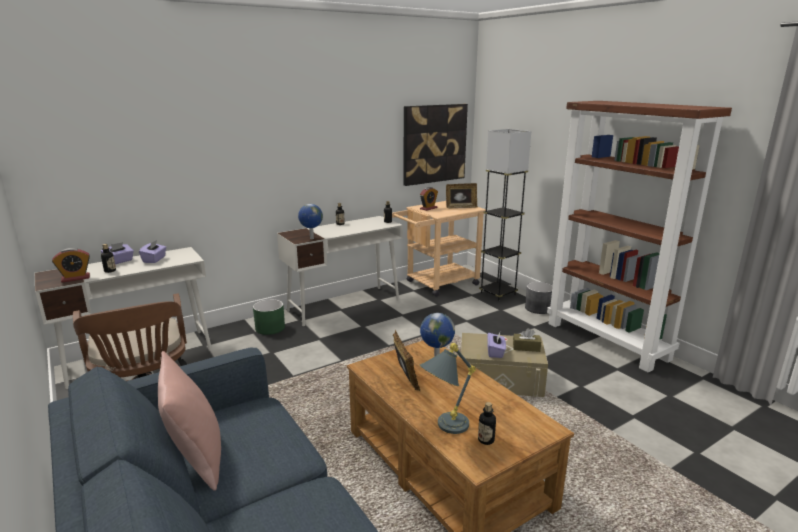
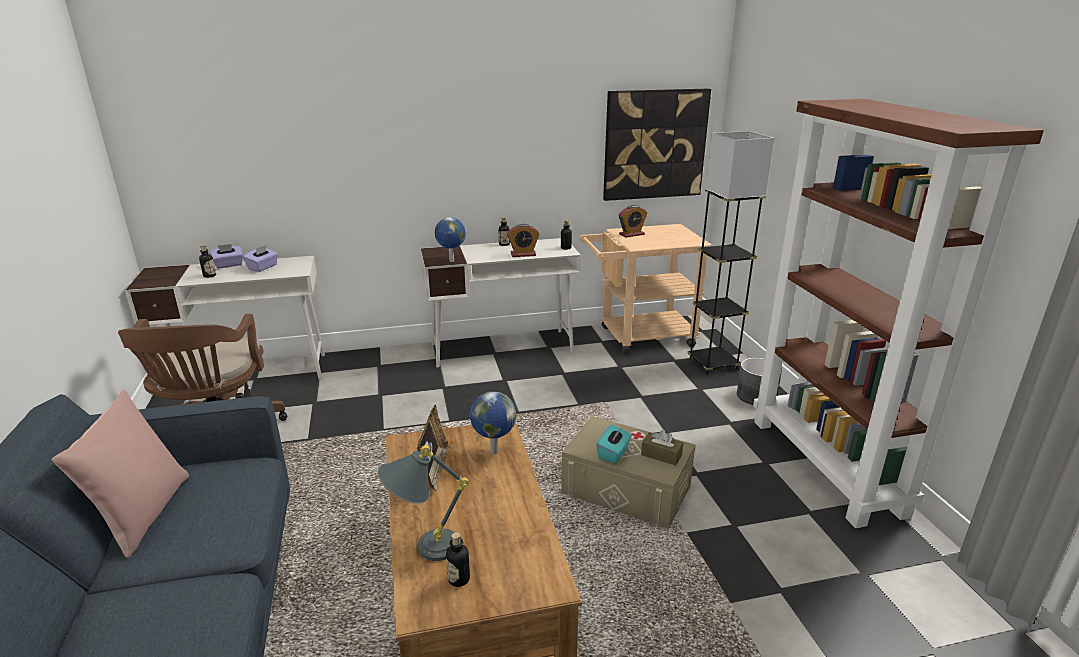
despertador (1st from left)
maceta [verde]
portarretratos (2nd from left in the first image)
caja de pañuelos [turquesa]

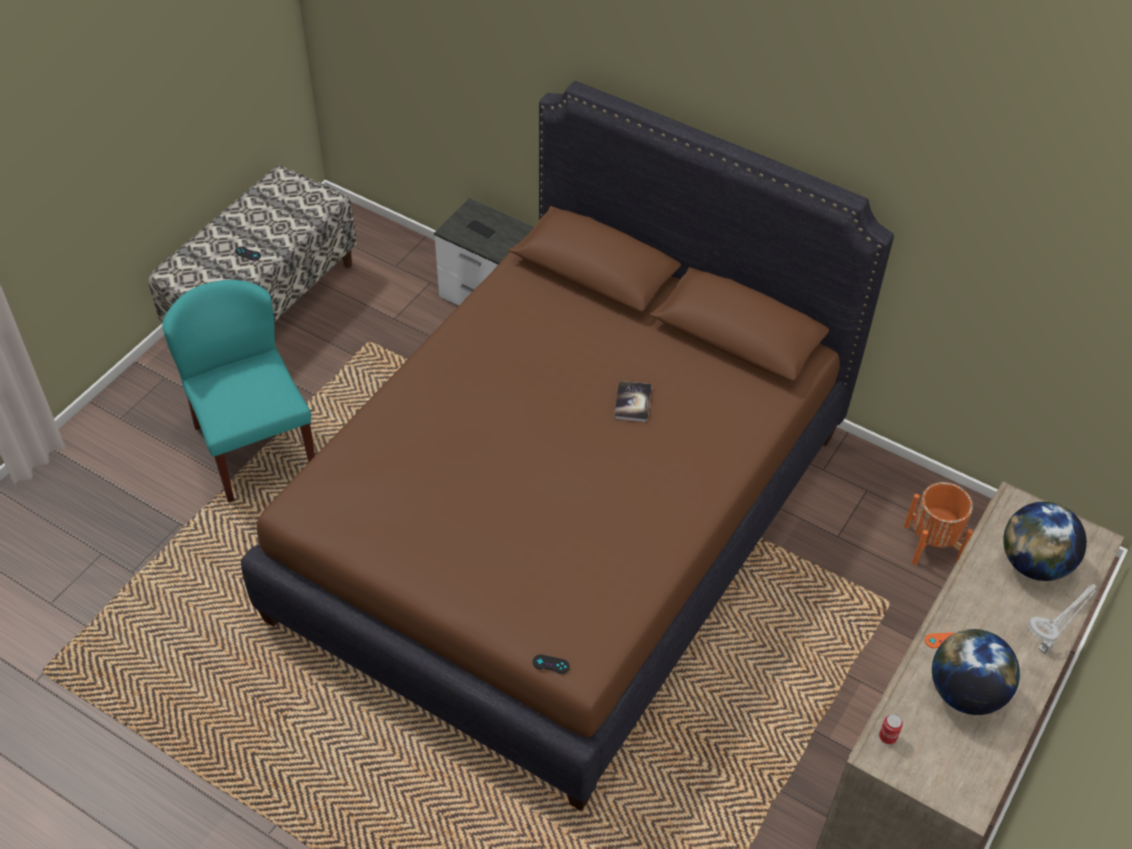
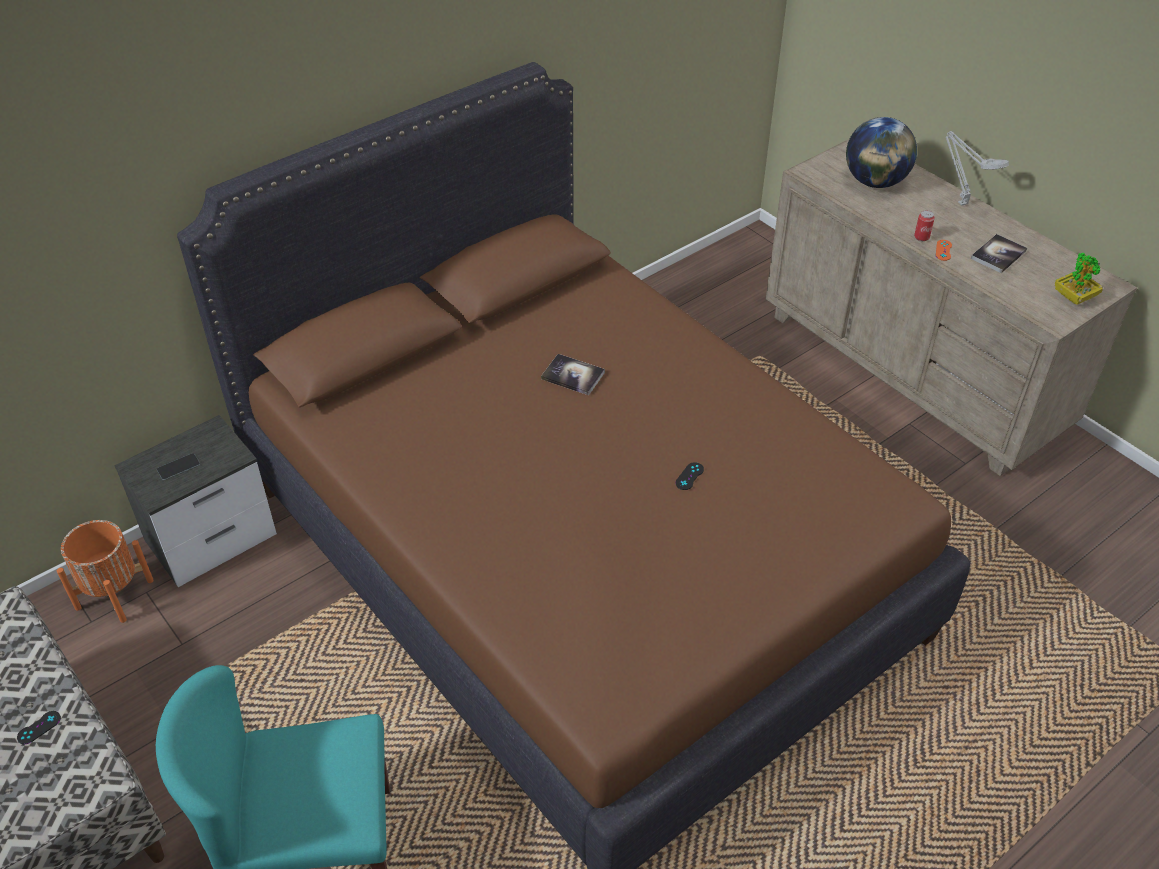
mando de consola [negro] (2nd from left)
lata
maceta [naranja]
libro (2nd from left)
planta en maceta

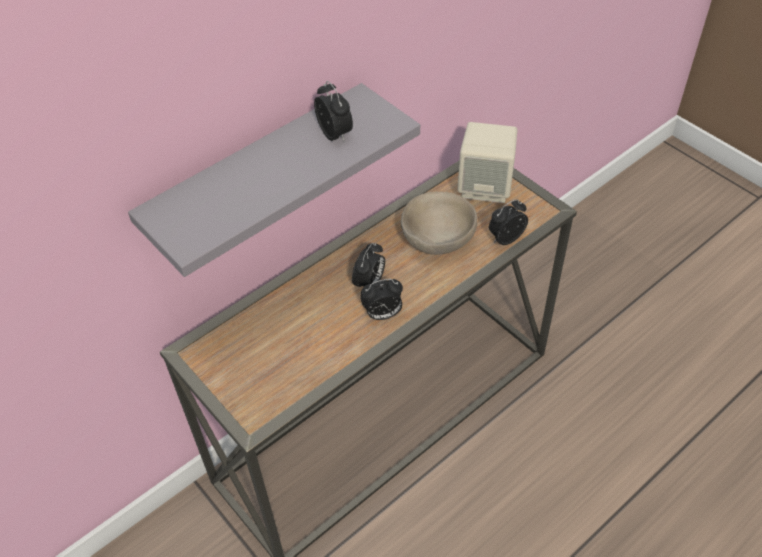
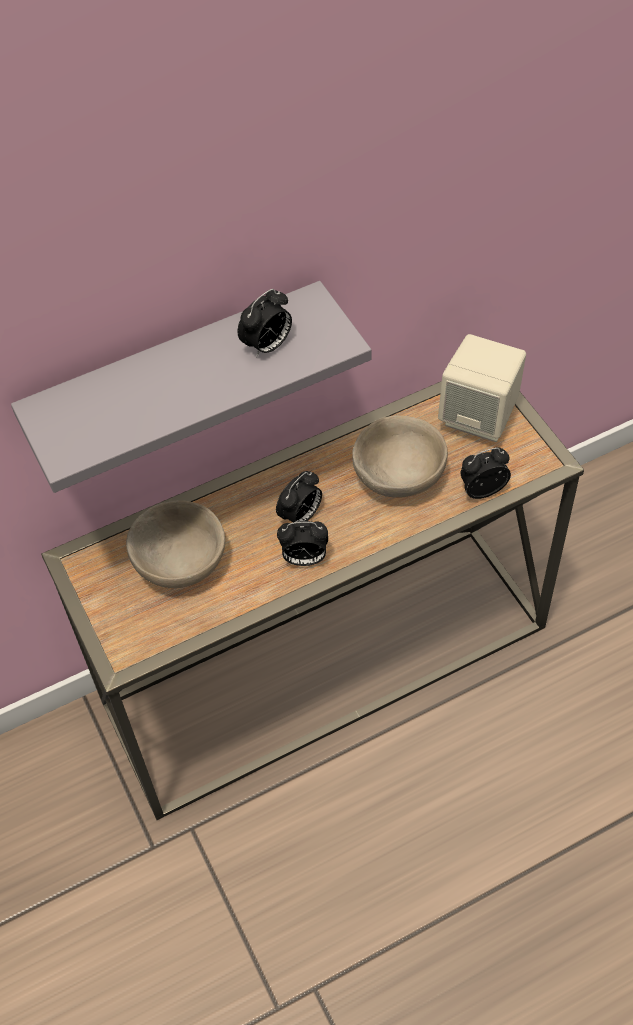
despertador (1st from left)
cuenco [beis] (1st from left)

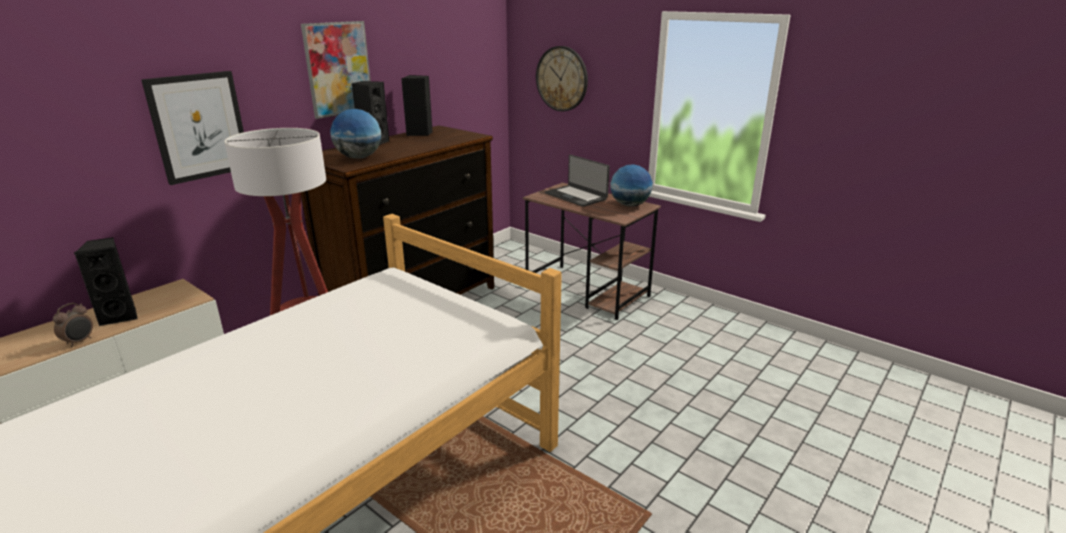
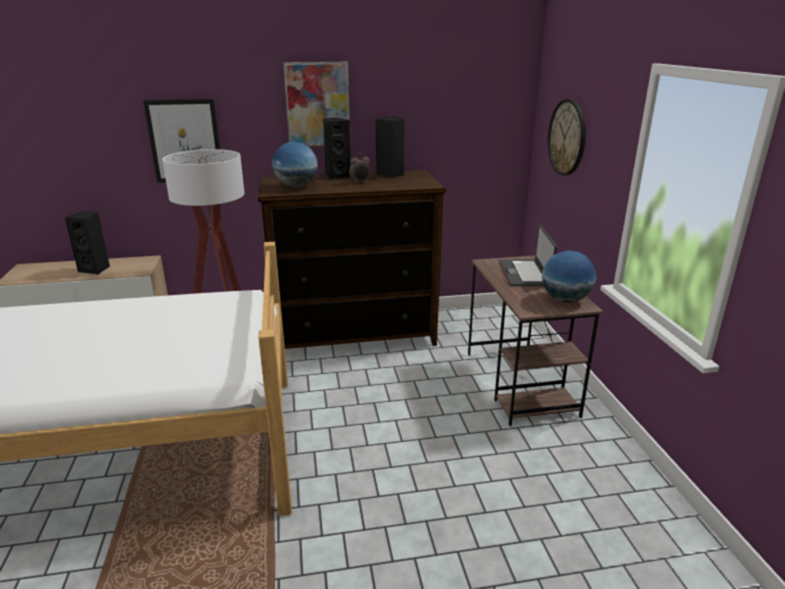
despertador

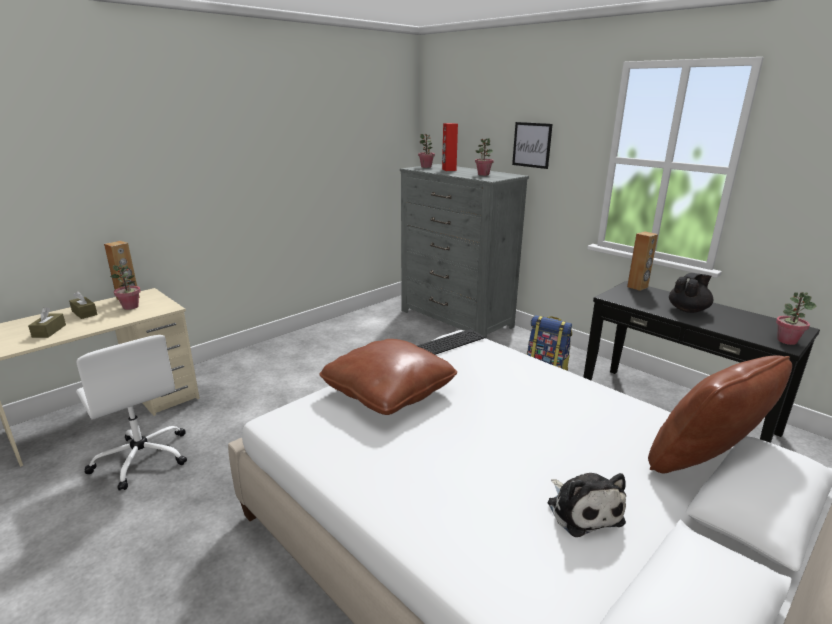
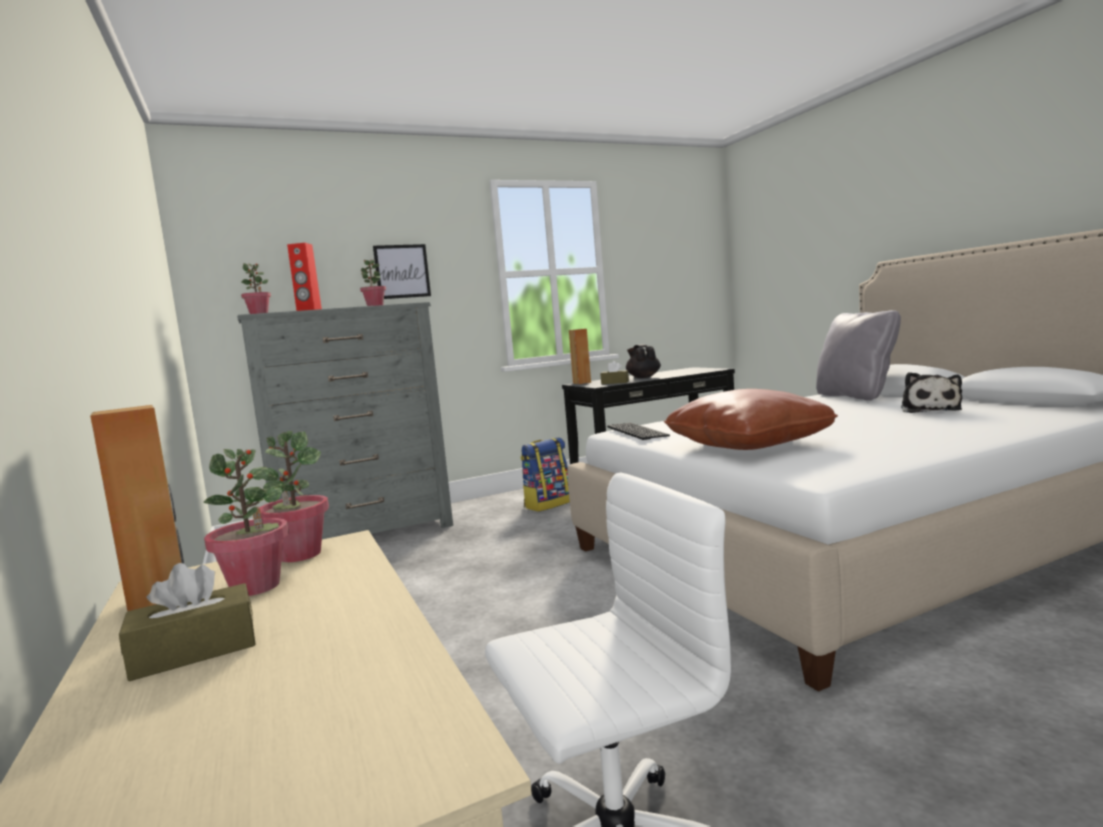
caja de pañuelos [marrón] (2nd from left)
peluche
cojín [gris]
planta en maceta (3rd from left)

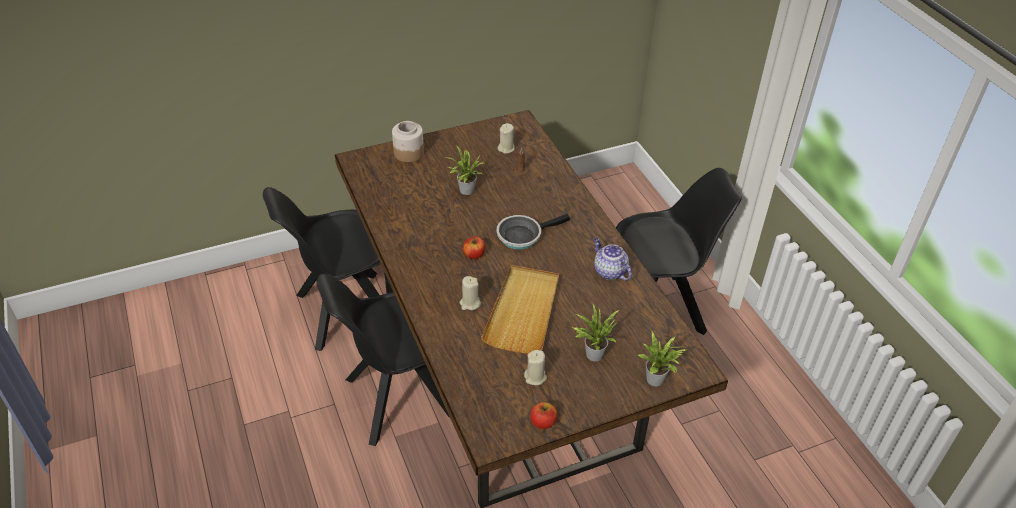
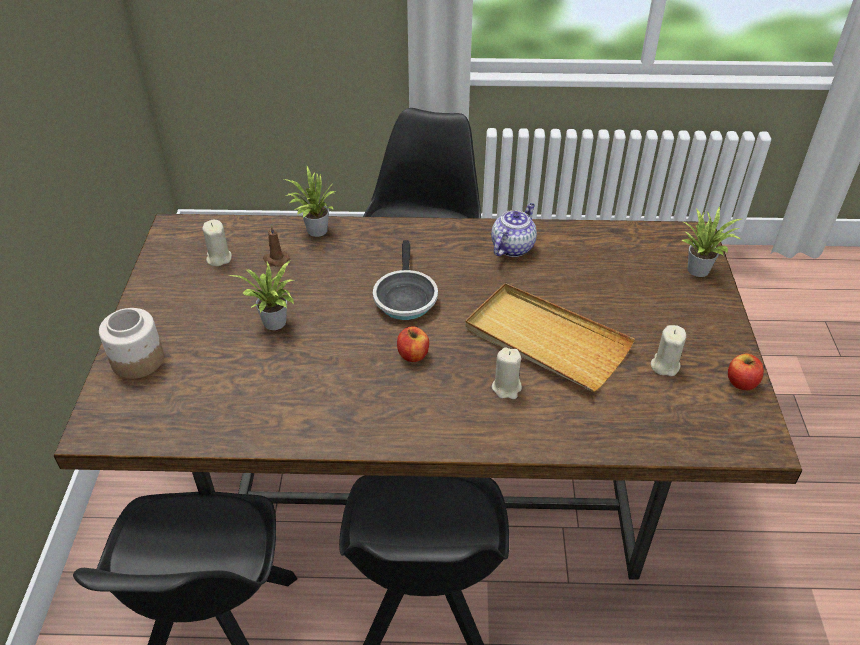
planta en maceta (2nd from left)
tetera

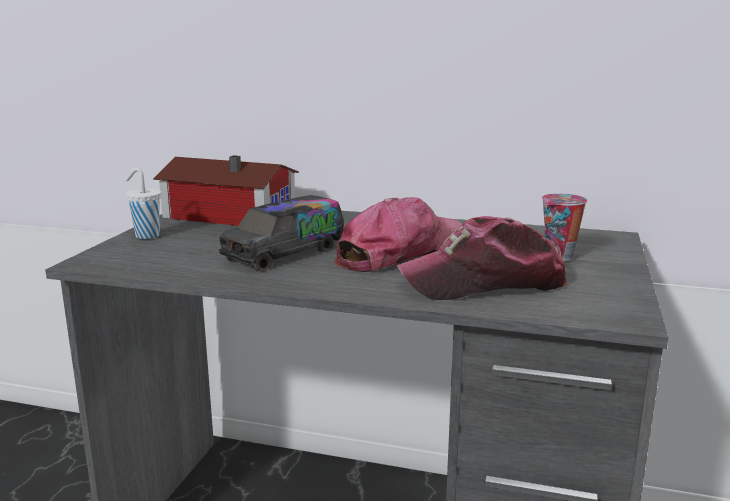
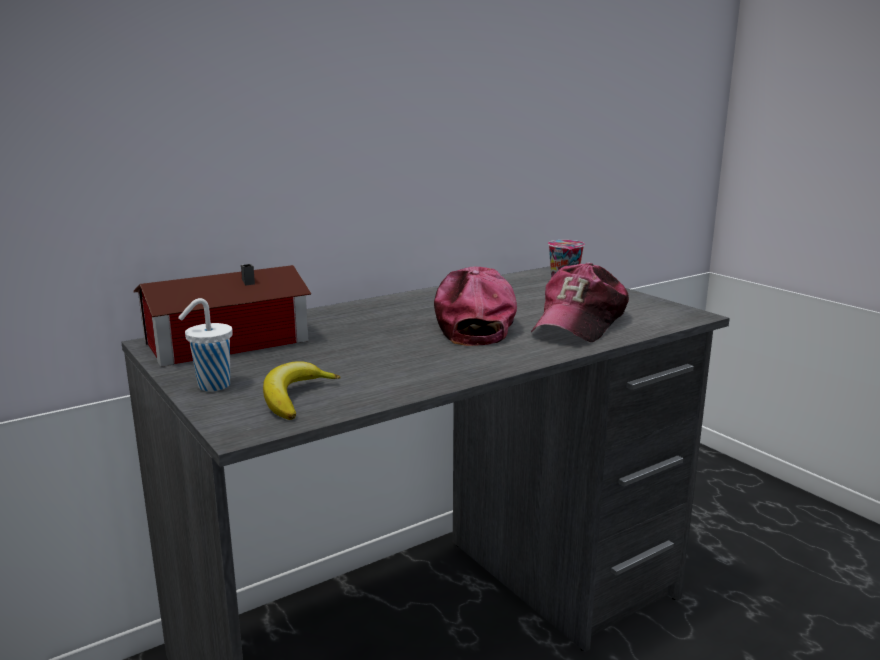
camión de juguete
plátano

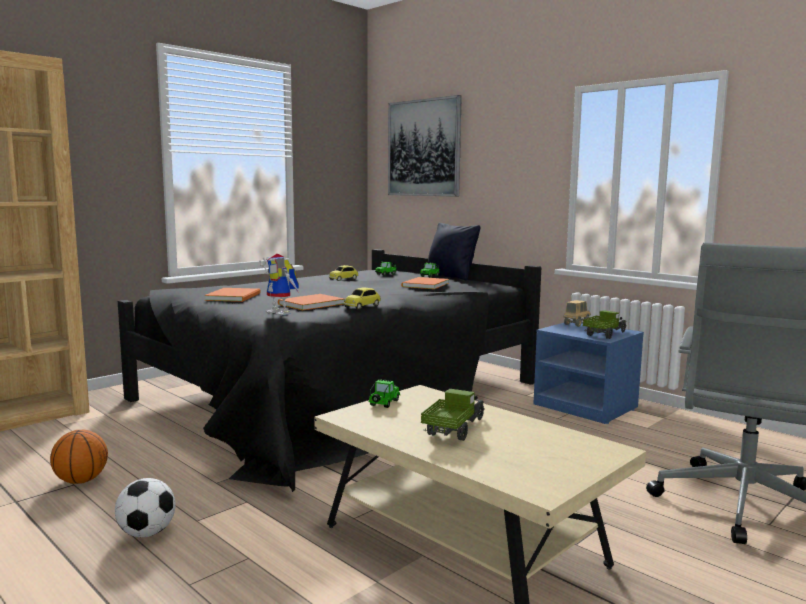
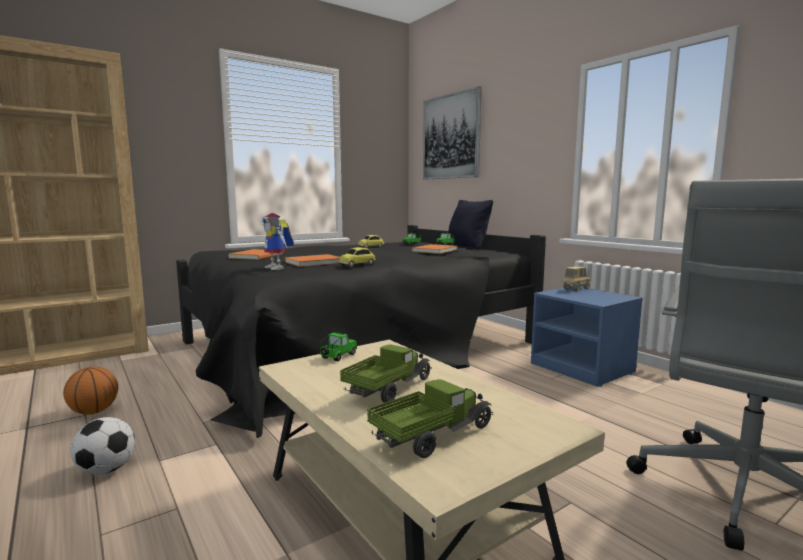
camión de juguete (2nd from left)

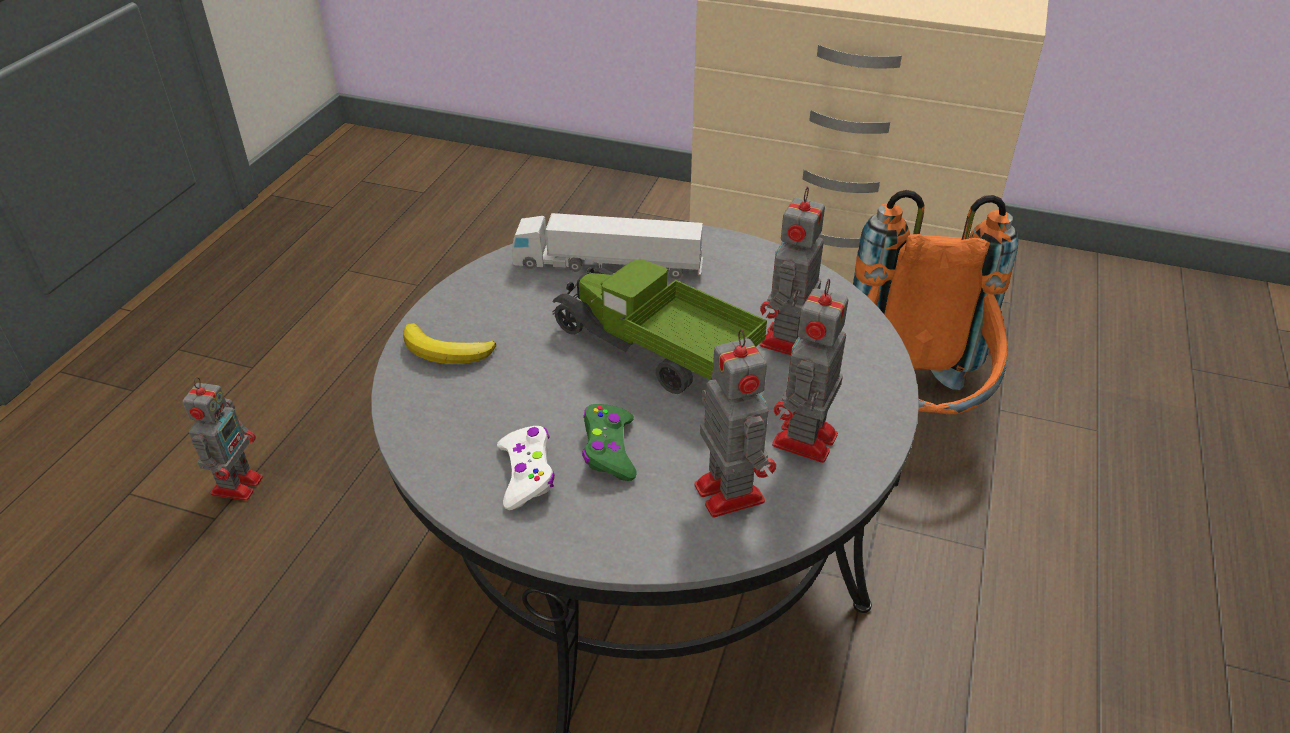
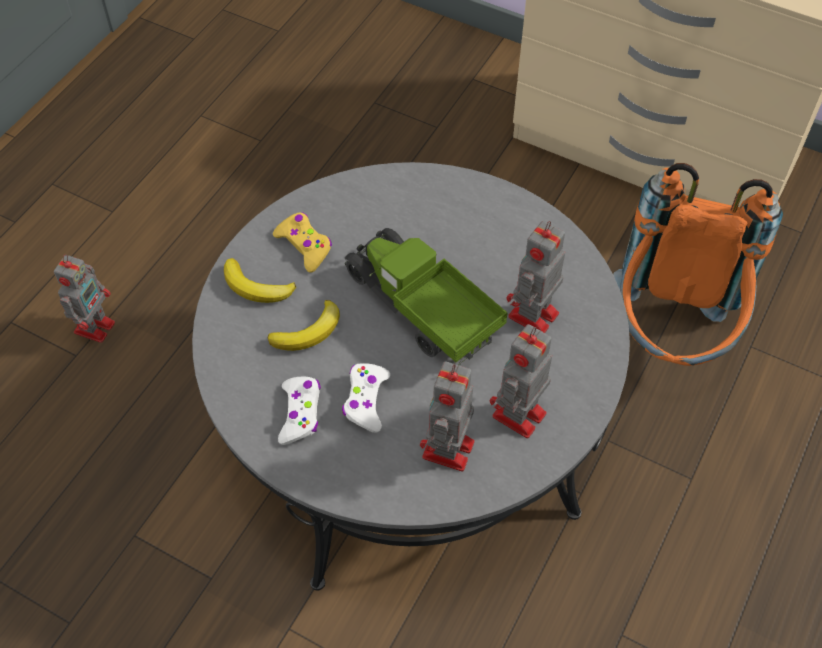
camión de juguete (1st from left in the first image)
mando de consola [blanco] (2nd from left)
robot de juguete (2nd from left)
plátano (2nd from left)
mando de consola [amarillo]

